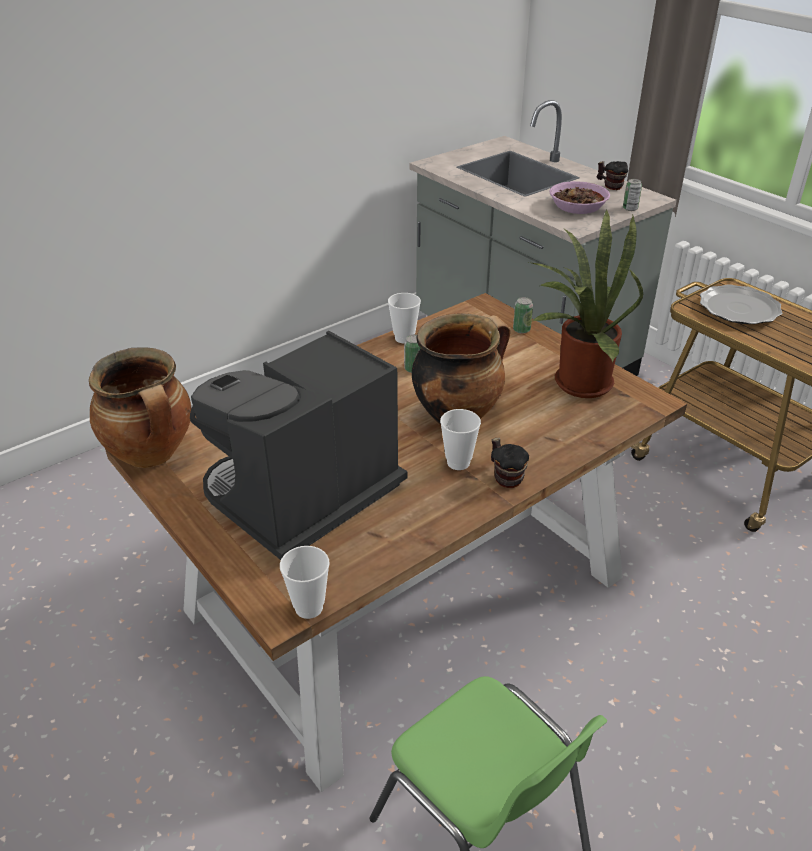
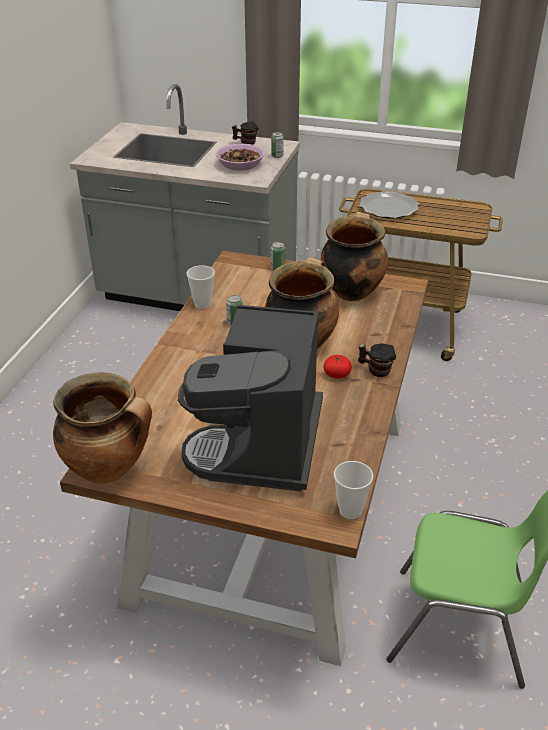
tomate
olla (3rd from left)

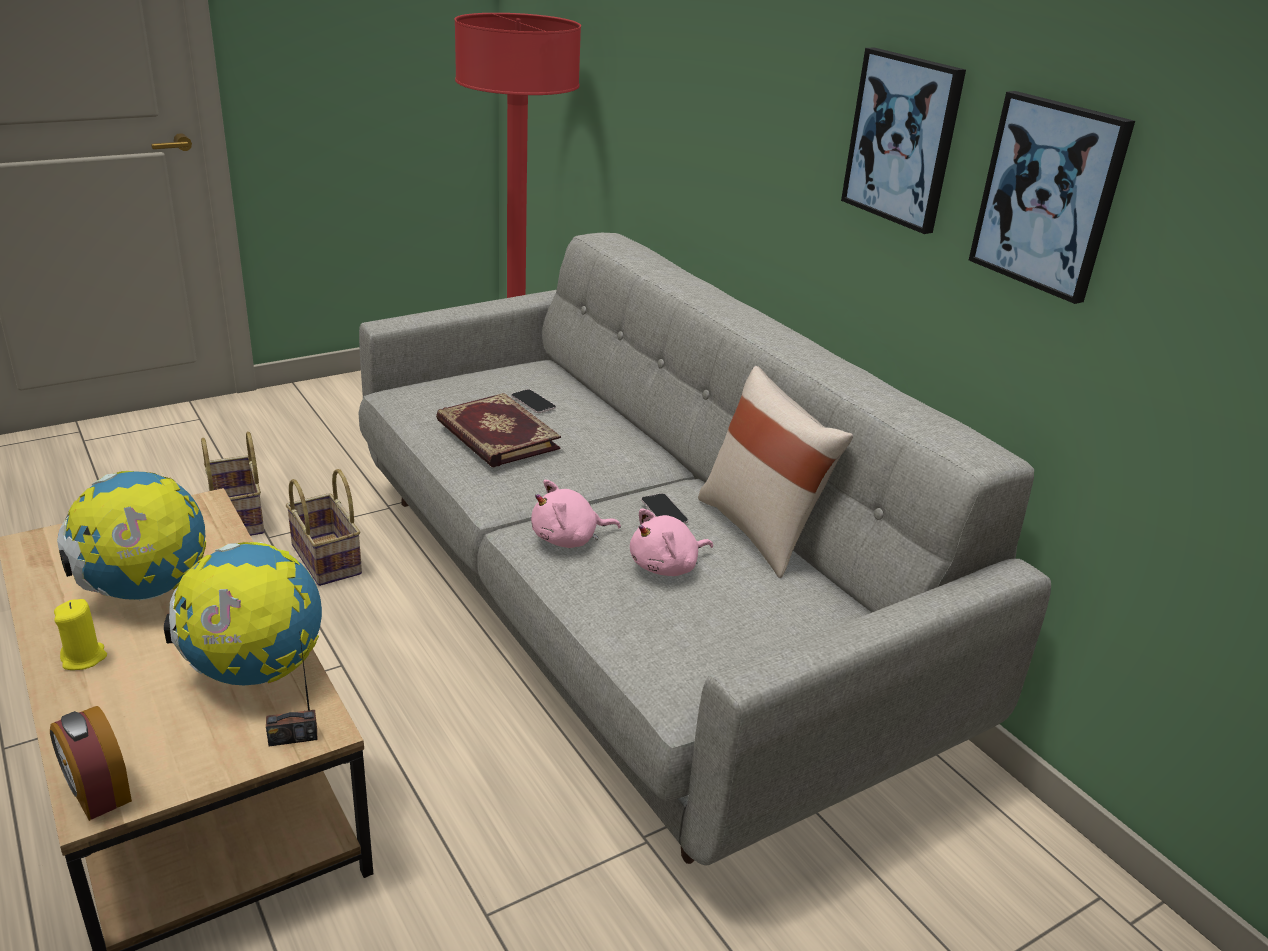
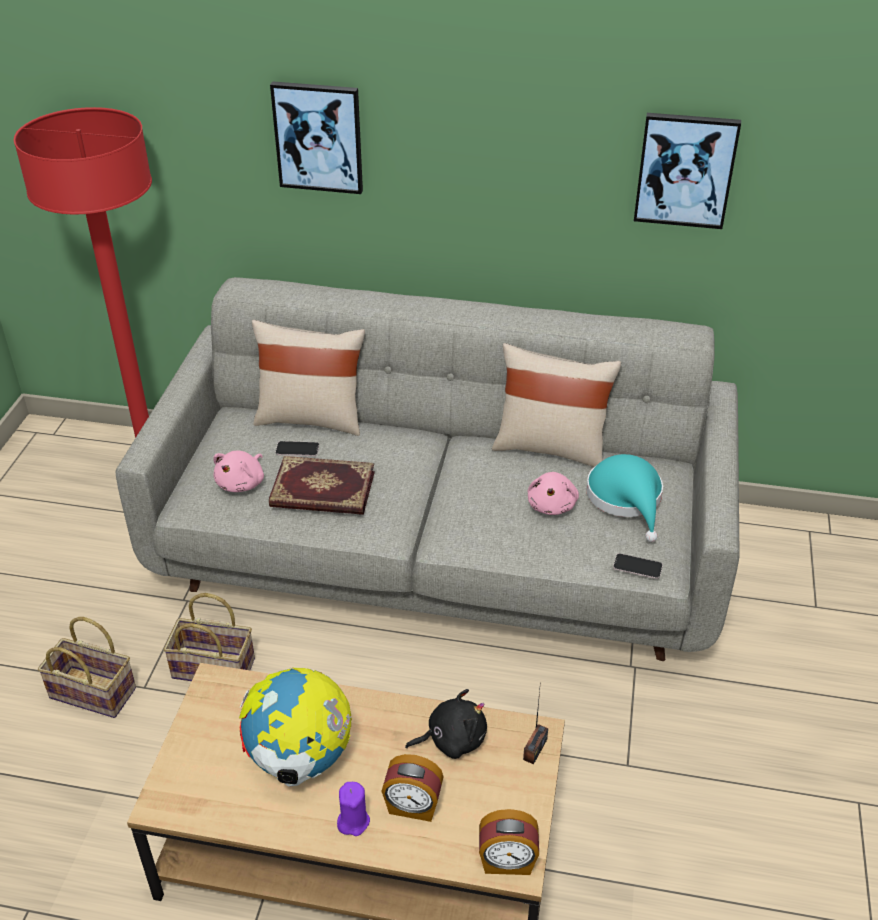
vela [morado]
peluche [negro]
peluche [rosa] (1st from left)
móvil (2nd from left)
cuadro (1st from left)
cojín [beis] (1st from left)
despertador (1st from left)
sombrero [turquesa]

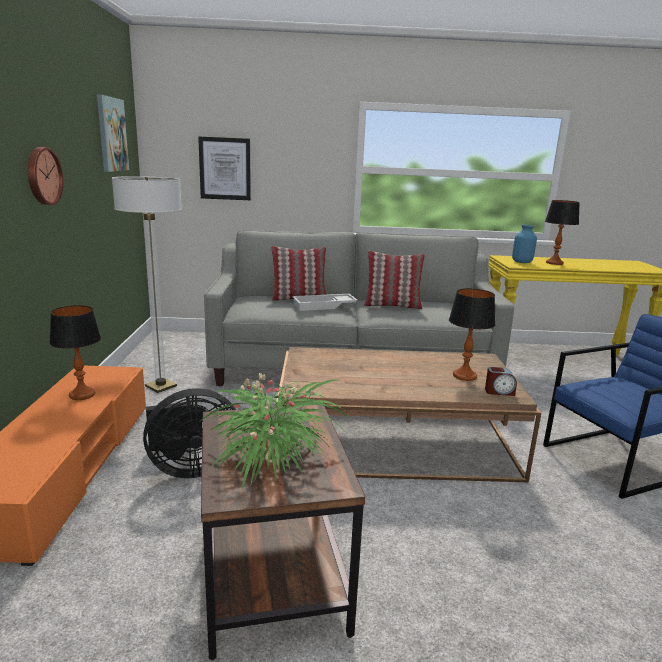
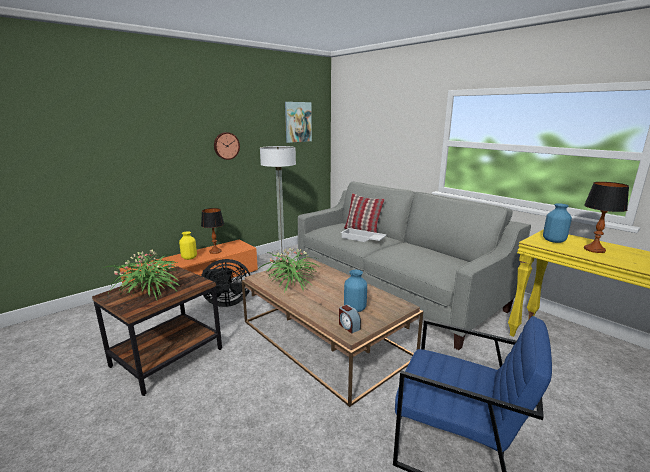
ventilador [negro]
cuadro (2nd from left in the first image)
cojín (2nd from left in the first image)
florero [azul] (1st from left)
florero [amarillo]
planta en maceta (2nd from left)

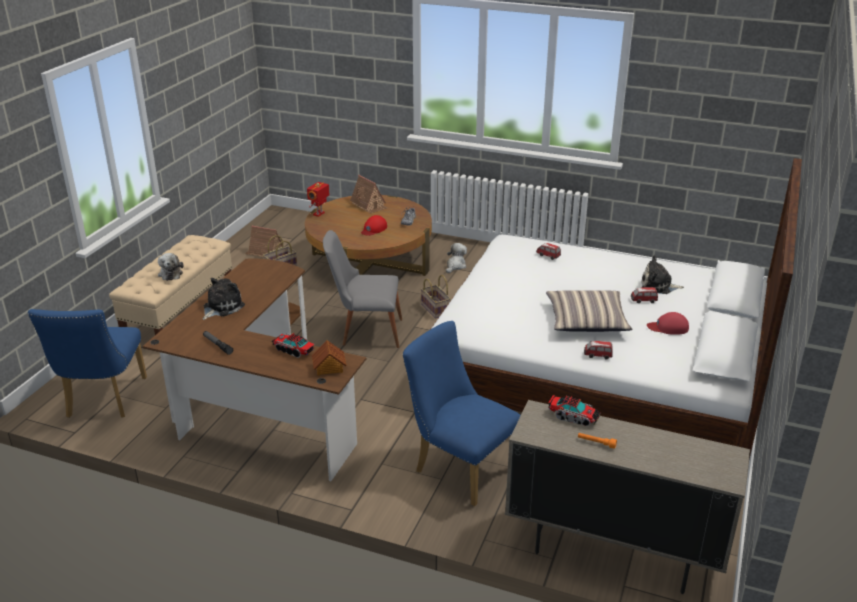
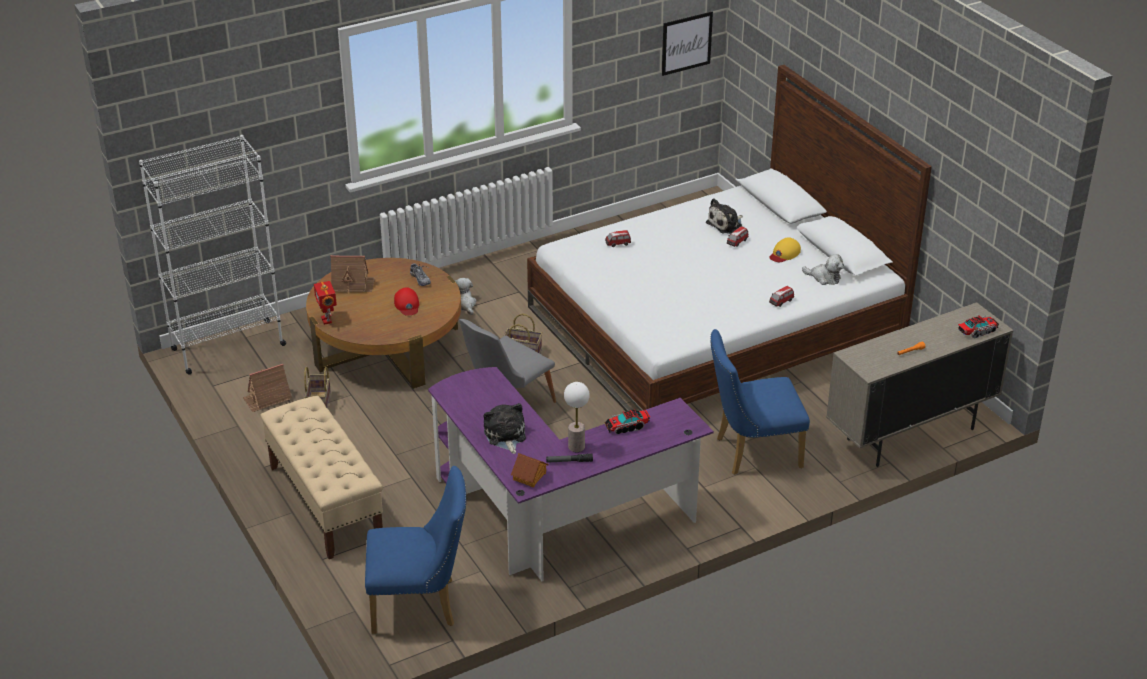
silla [azul] (1st from left)
escritorio [morado]
peluche (4th from left)
casita (3rd from left)
cojín
camión de juguete (2nd from left)
gorra [amarillo]
estantería [blanco]
lámpara de mesa
cuadro

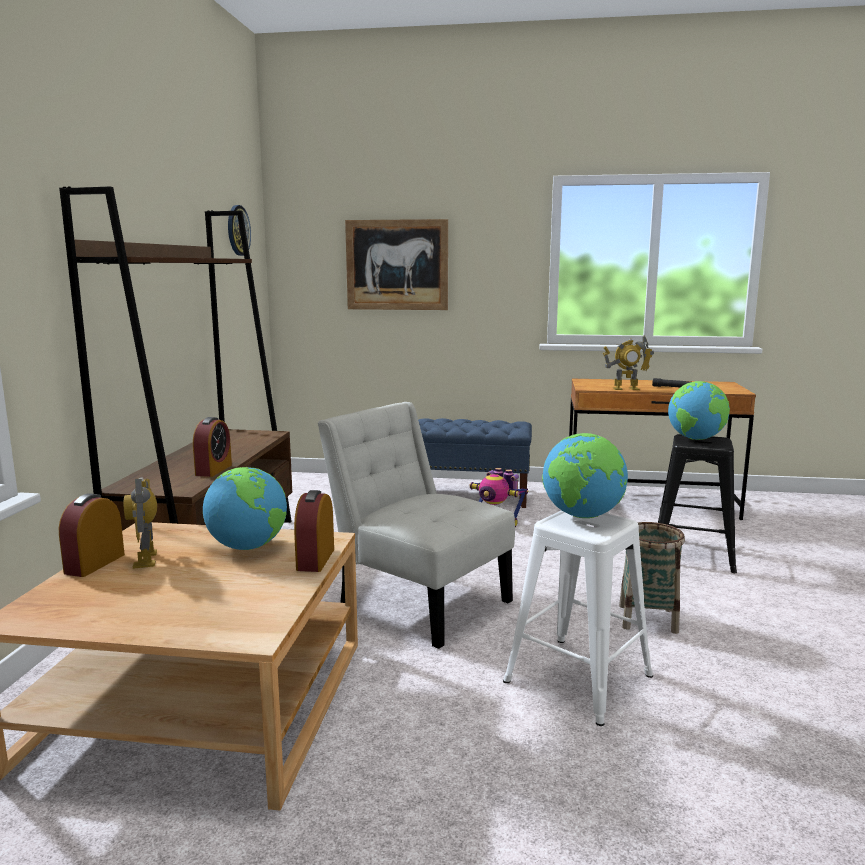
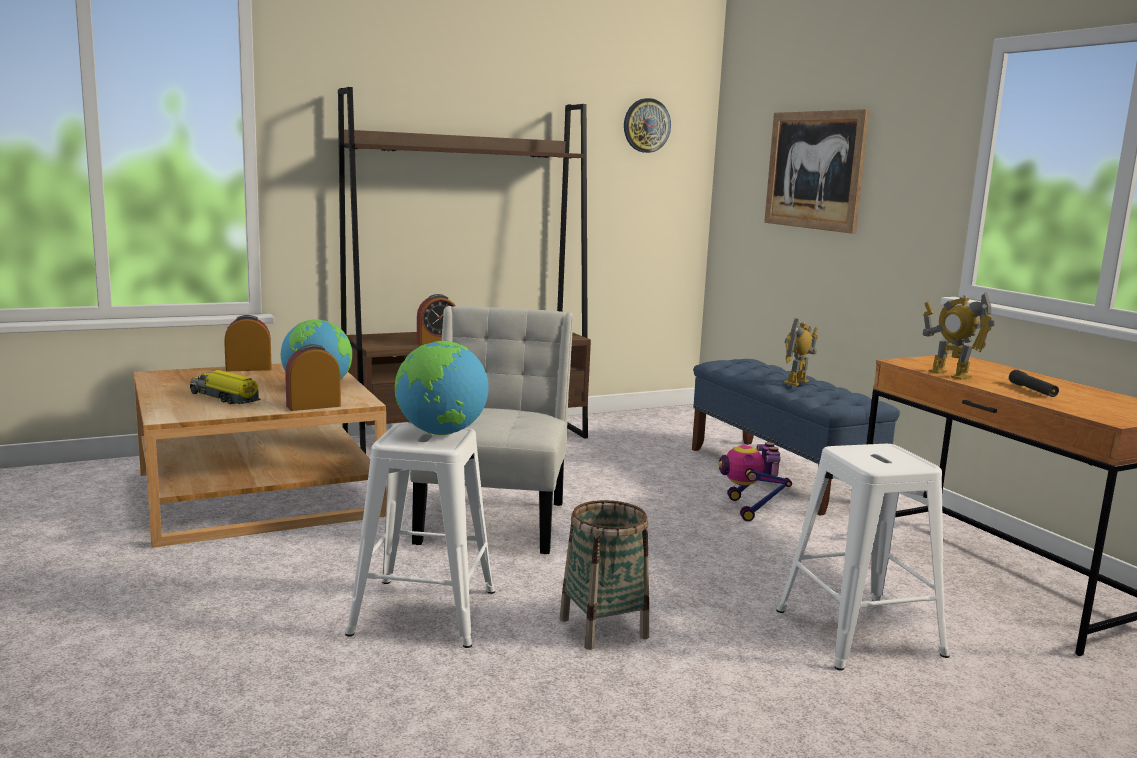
robot de juguete (2nd from left)
taburete [blanco] (2nd from left)
globo terráqueo (3rd from left in the first image)
camión de juguete

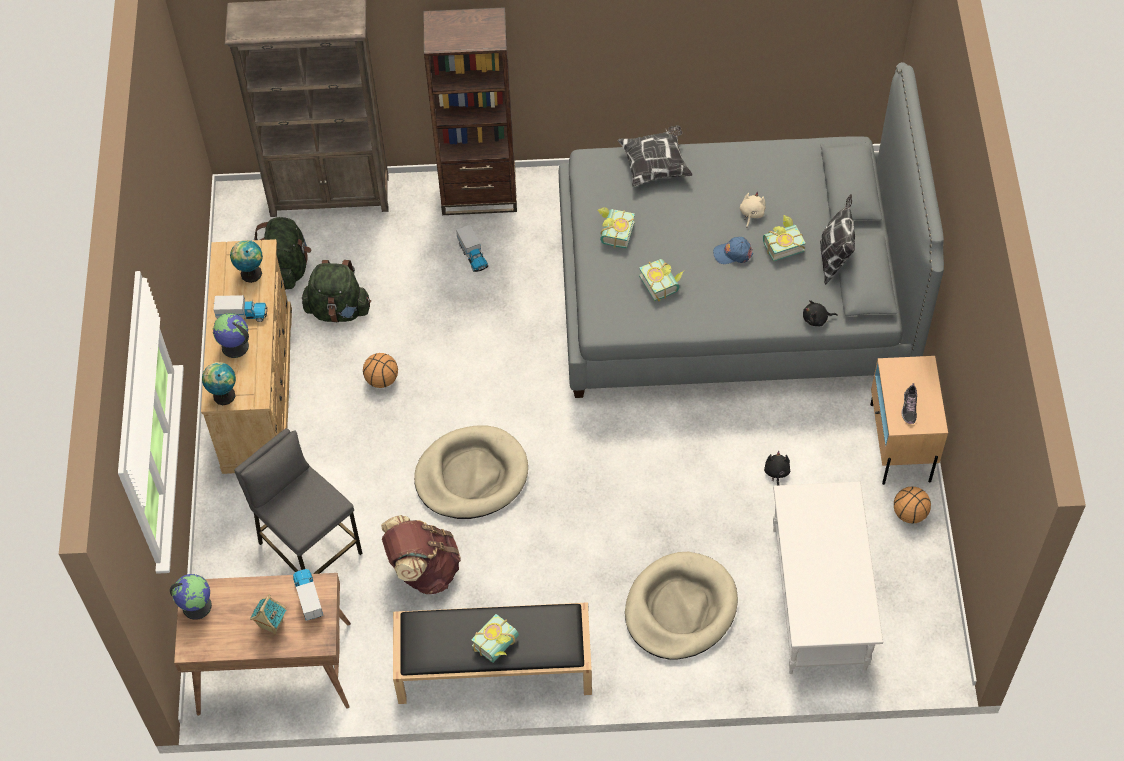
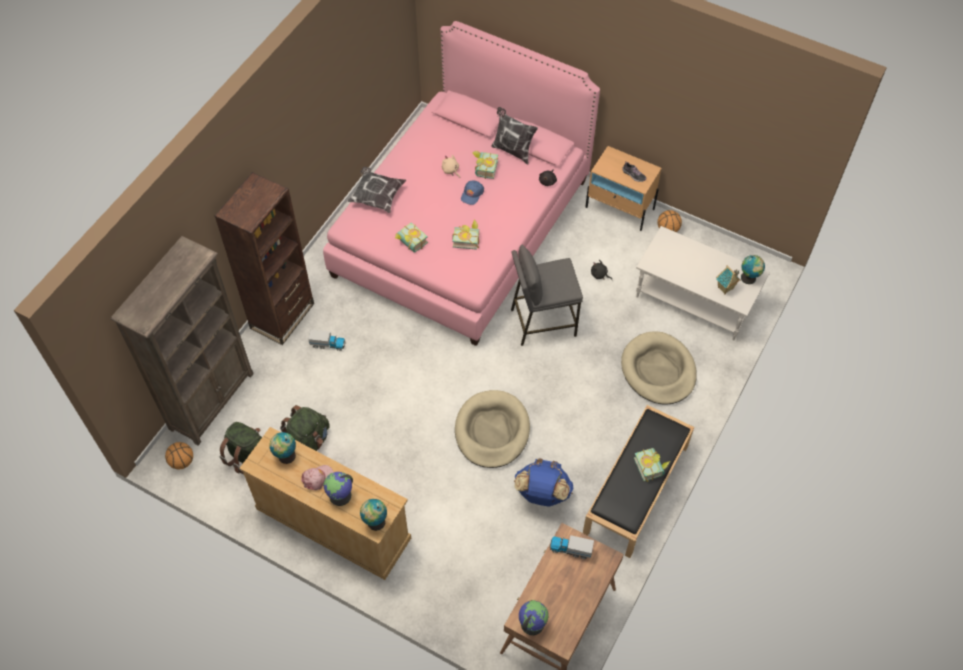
gorra [rosa]
taburete [gris]
casita
balón de baloncesto (1st from left)
mochila [azul]
cama [rosa]
globo terráqueo (5th from left)

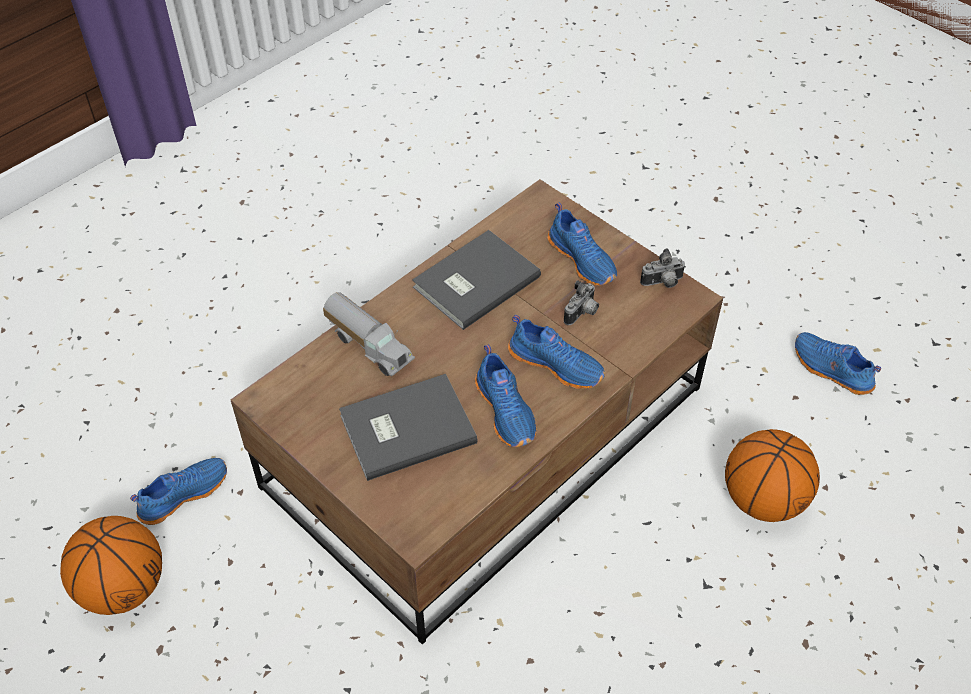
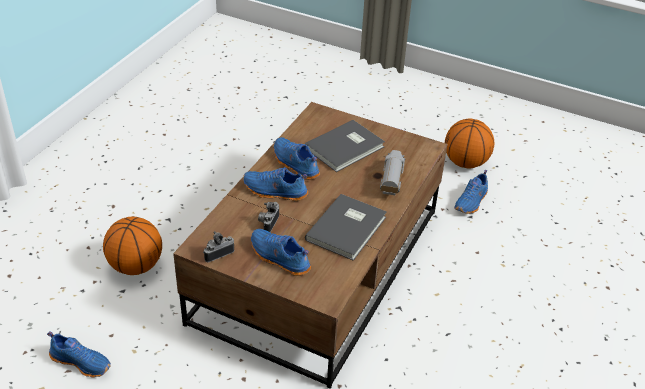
camión de juguete

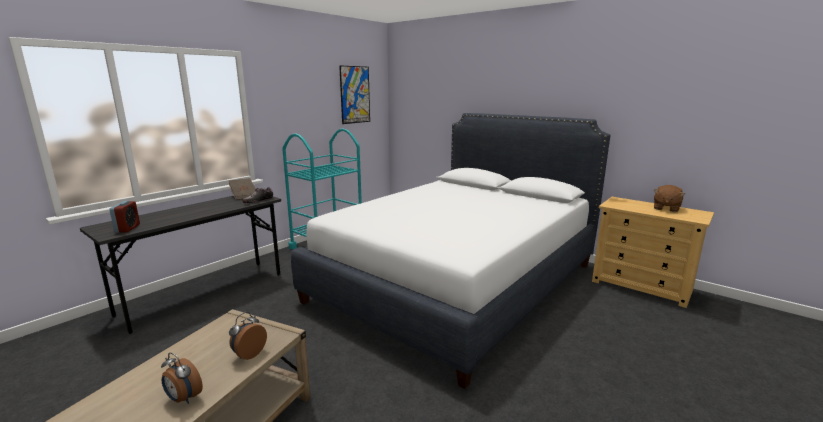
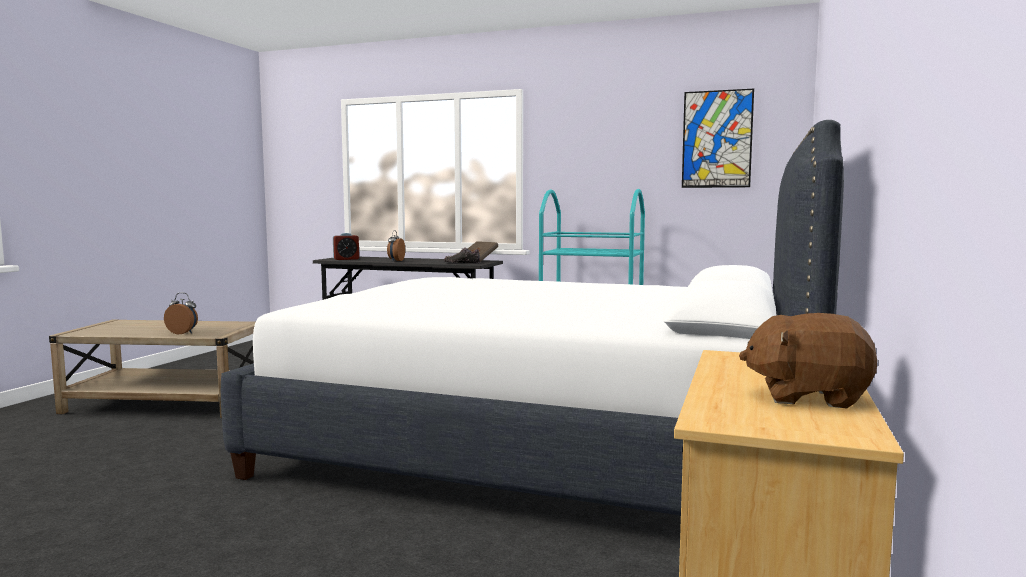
despertador (3rd from left)

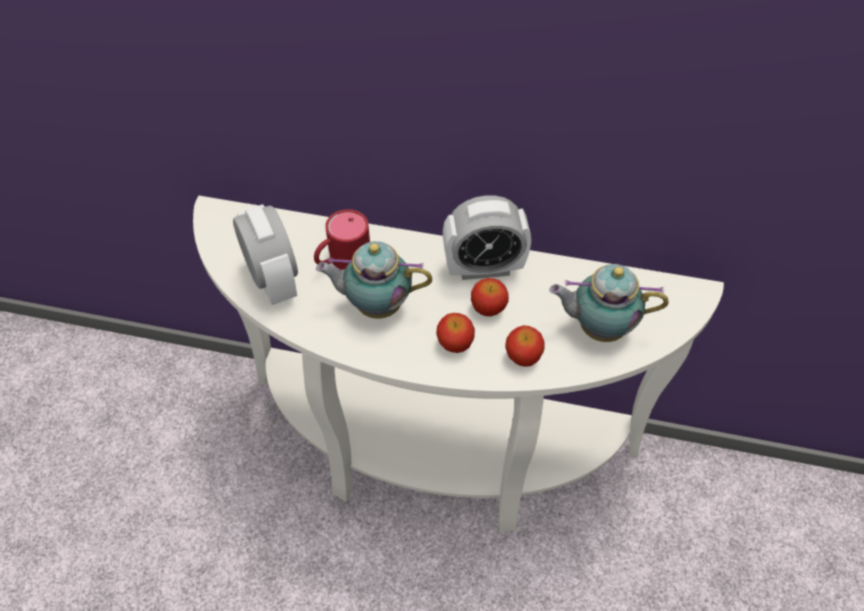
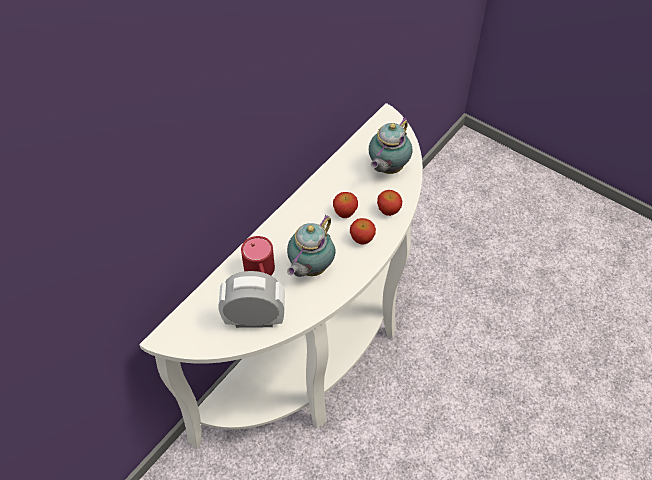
despertador (2nd from left in the first image)

